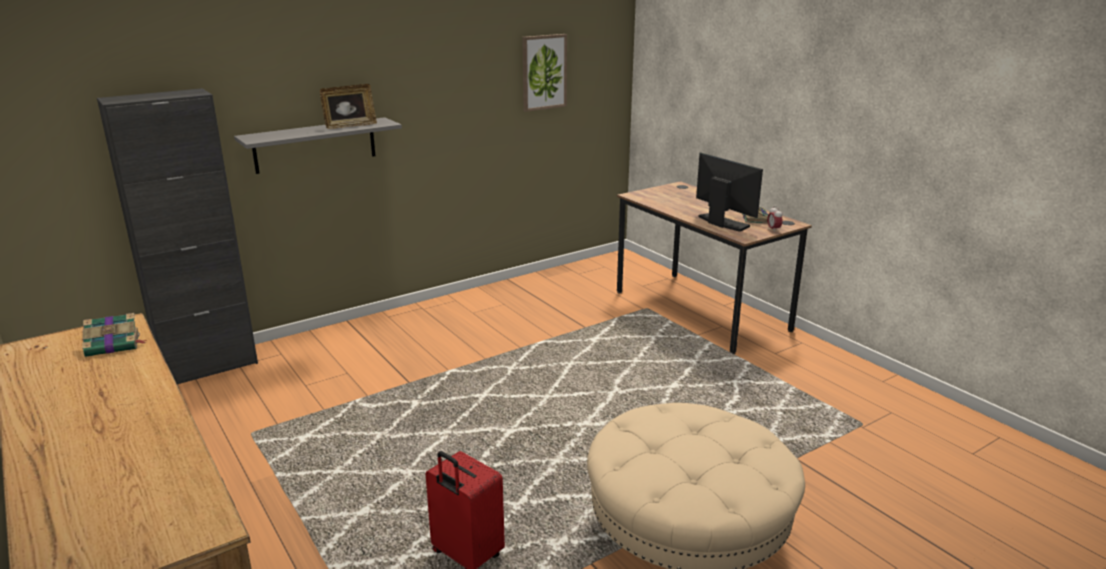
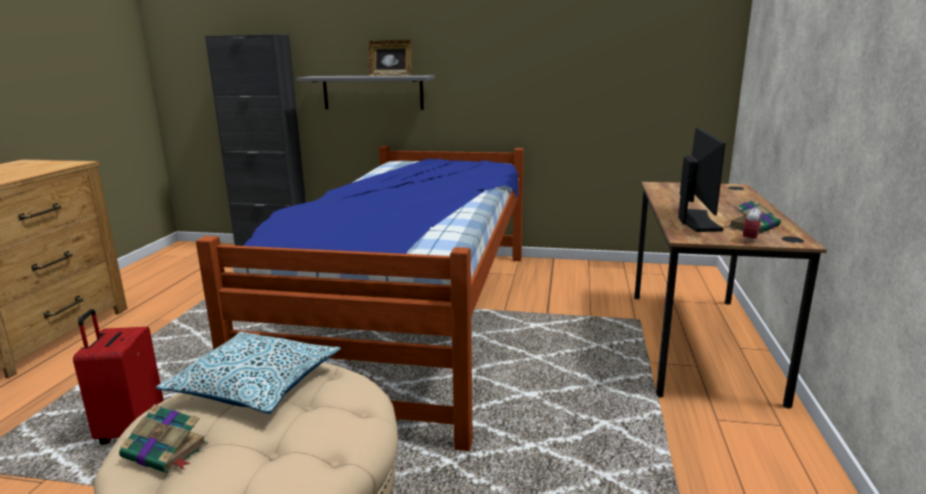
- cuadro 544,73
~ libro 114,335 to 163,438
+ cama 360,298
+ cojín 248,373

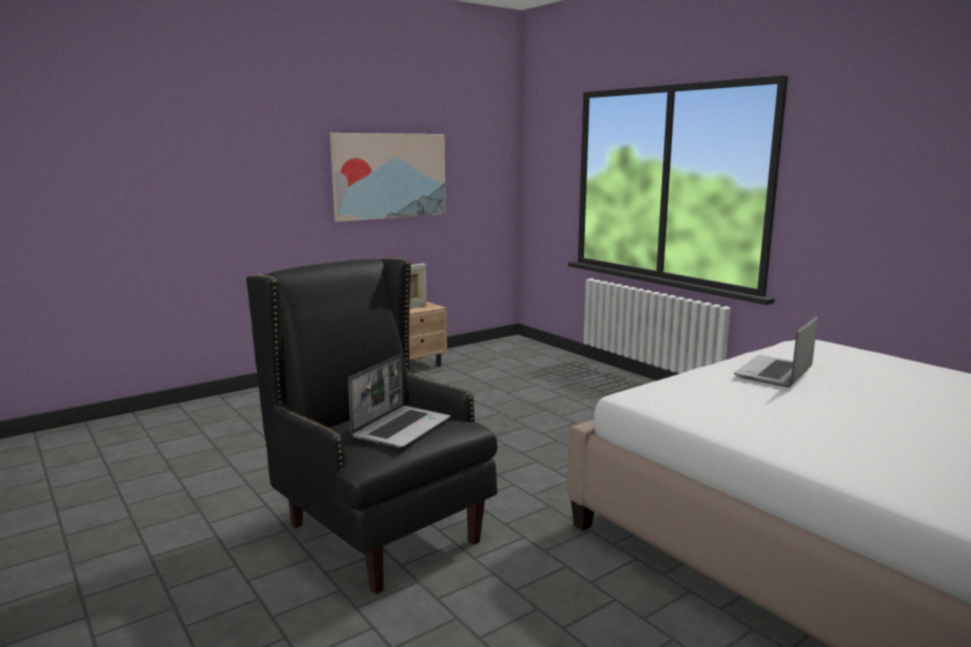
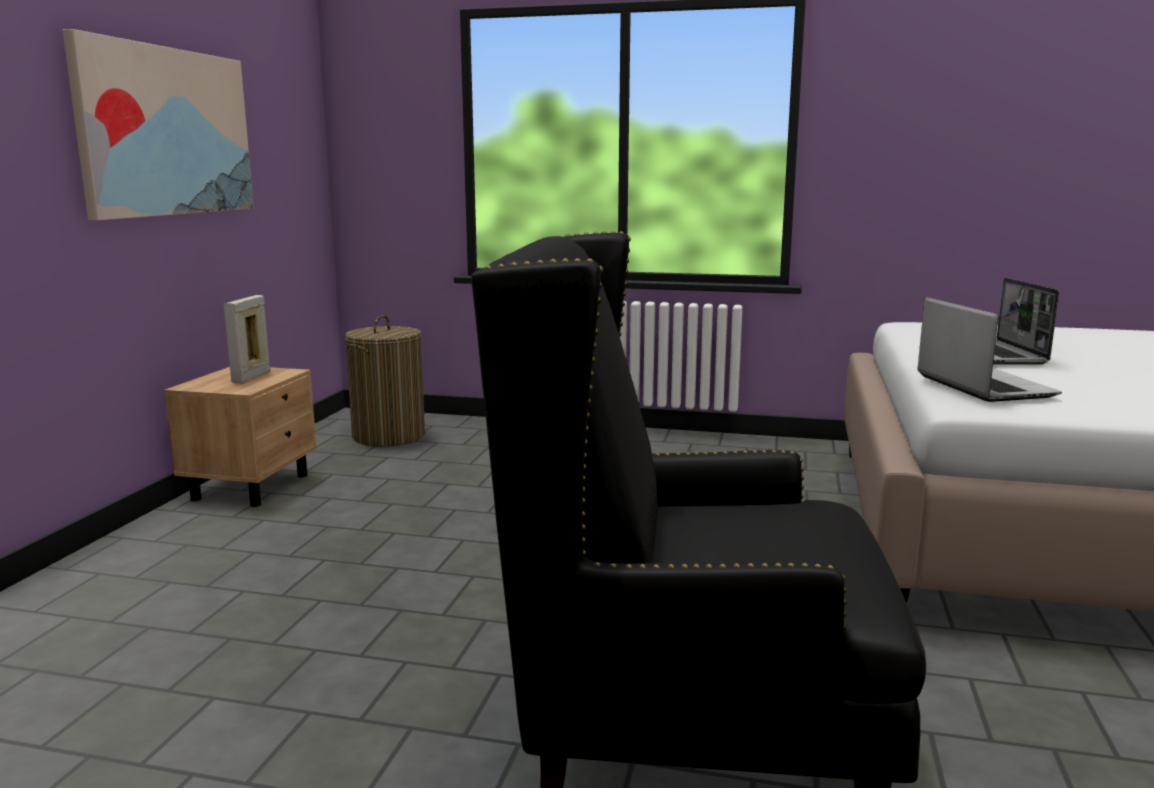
~ portátil 399,401 to 990,349
+ cesto de la ropa 385,381

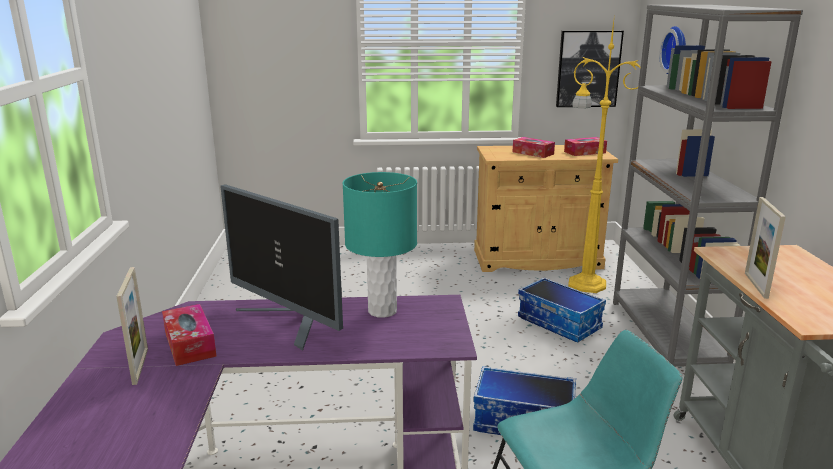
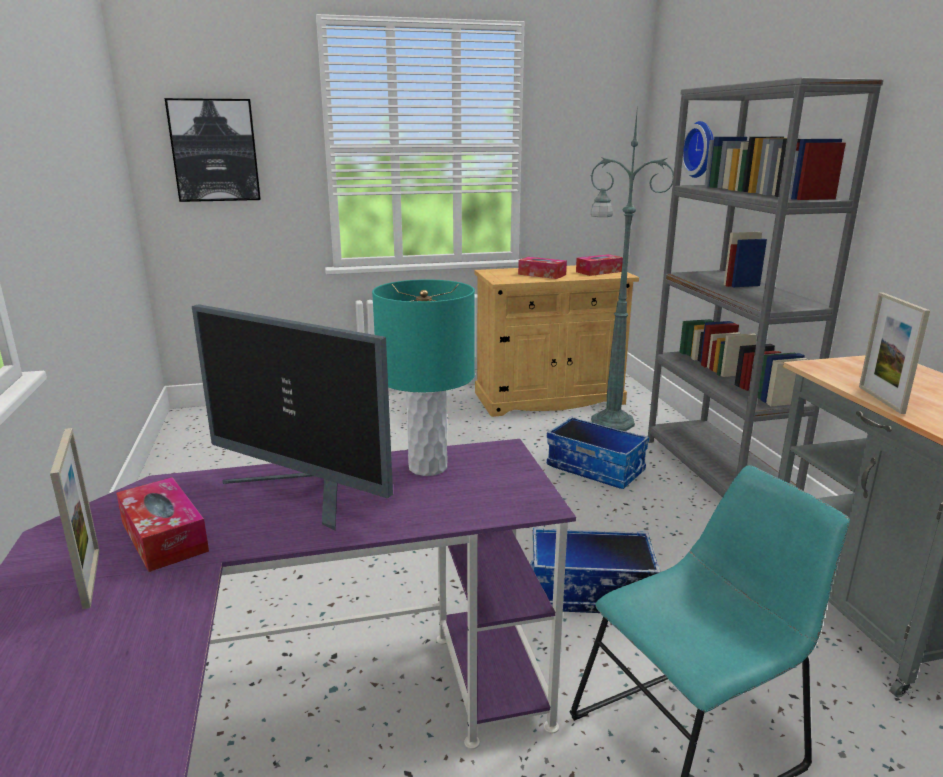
~ lámpara de pie/amarillo 604,157 to lámpara de pie/verde 632,272
~ cuadro 590,69 to 213,150

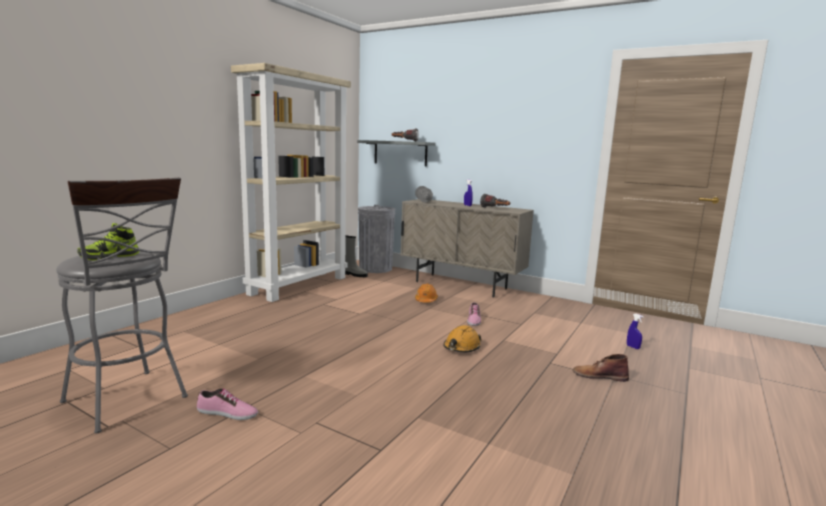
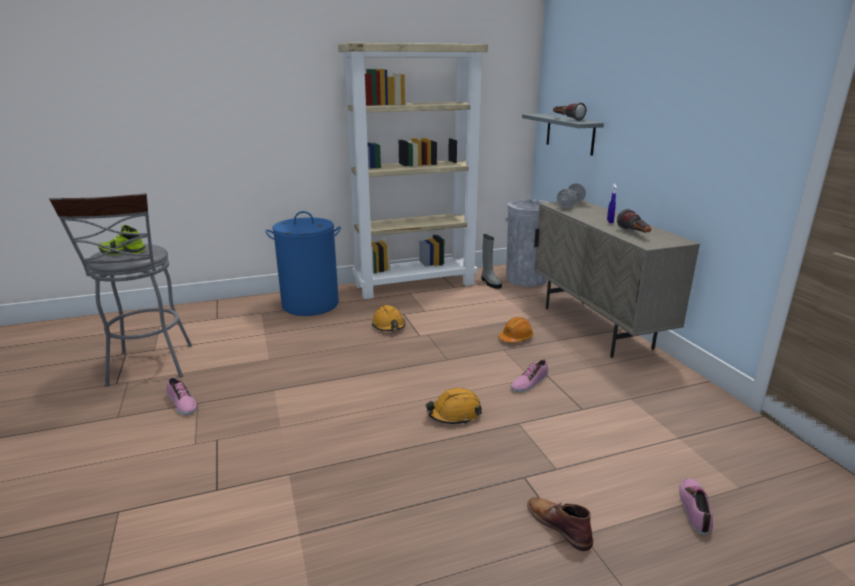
~ pulverizador/azul 635,331 to zapato 696,506
+ cesto de la ropa/azul 303,263
+ casco/naranja 388,318

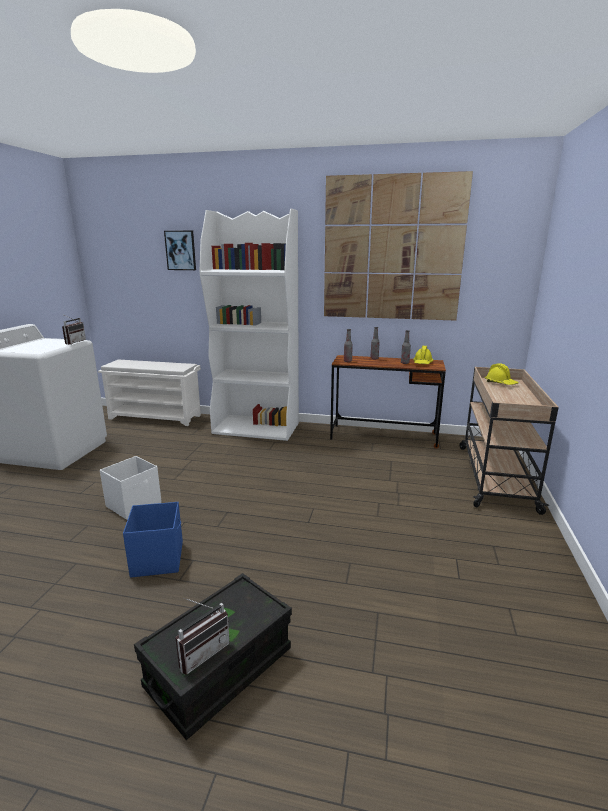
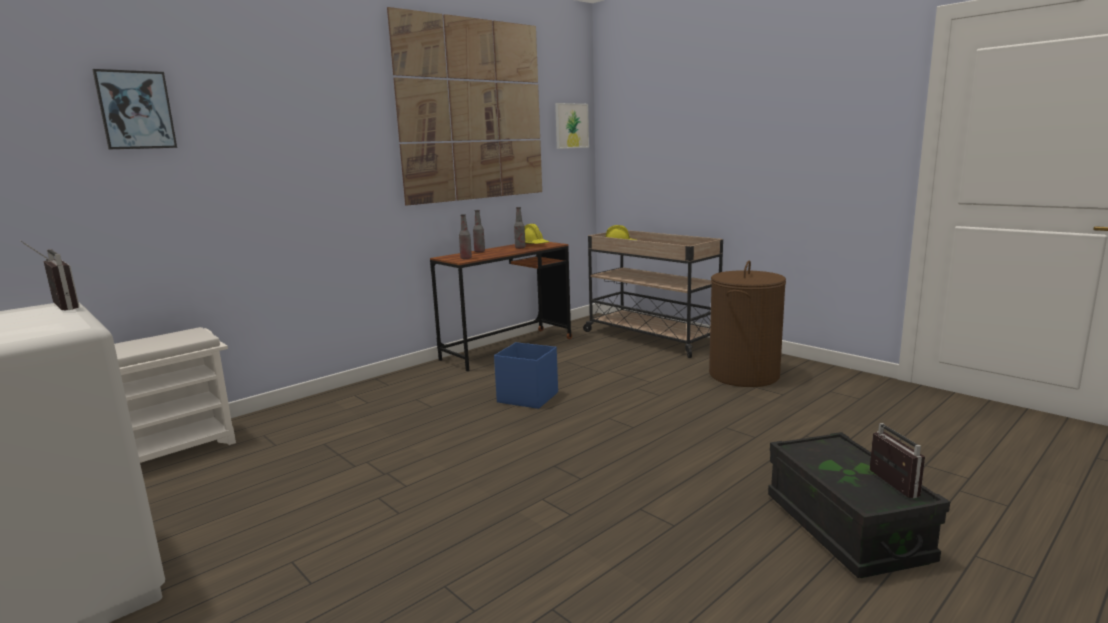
- estantería/blanco 249,324
- caja de almacenaje/blanco 131,488
~ caja de almacenaje/azul 153,539 to 526,375
+ cuadro 572,126
+ cesto de la ropa/marrón 747,324

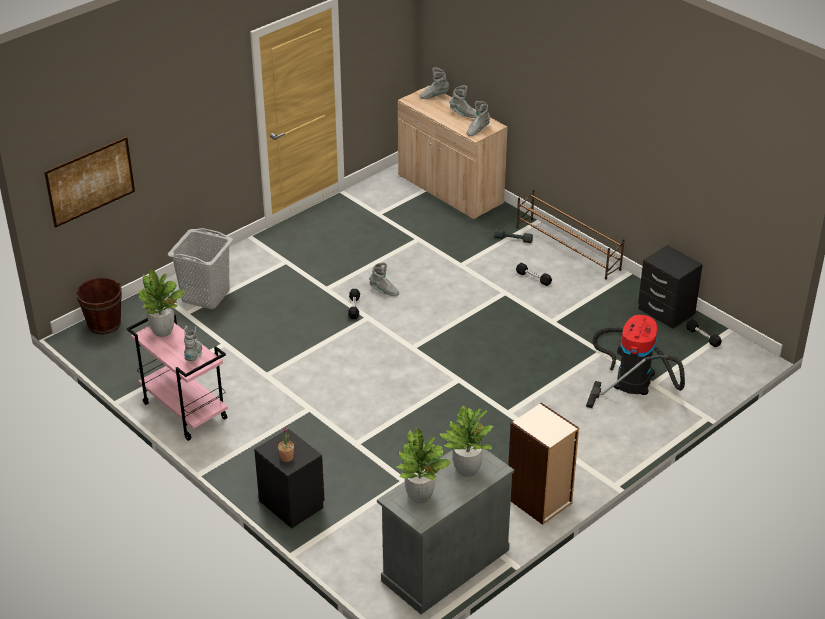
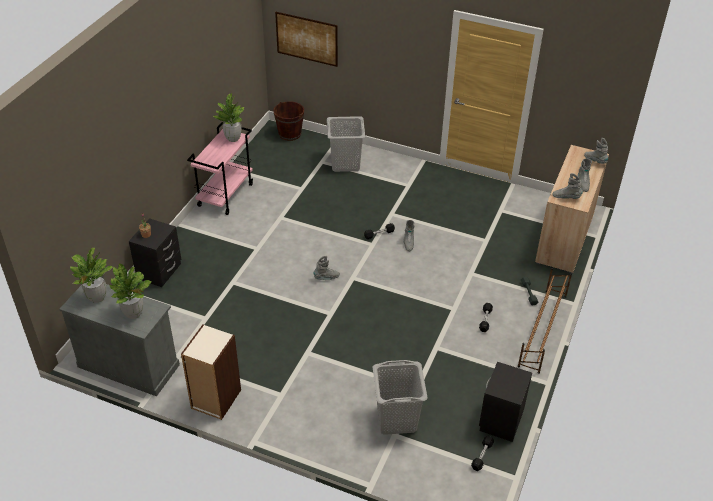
~ aspiradora 635,361 to cesto de la ropa/gris 400,397
~ bota/gris 193,343 to 326,268

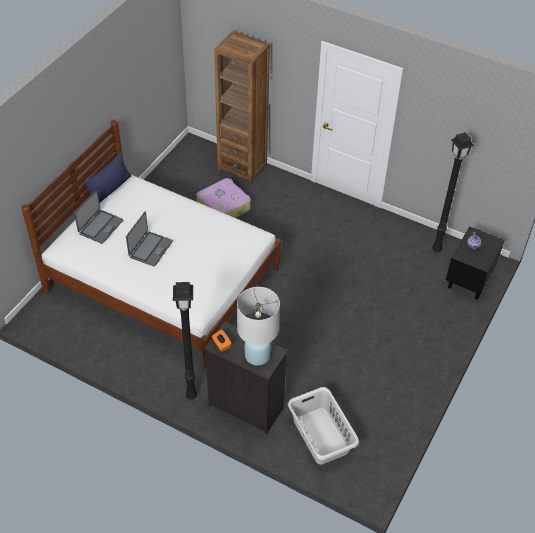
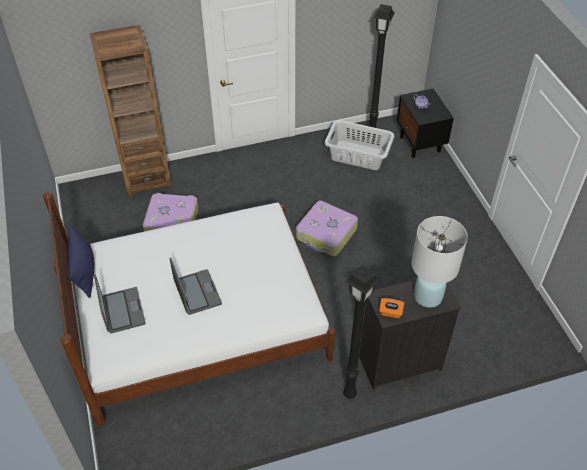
~ cesto de la ropa/gris 323,426 to 359,145
+ maleta 327,228

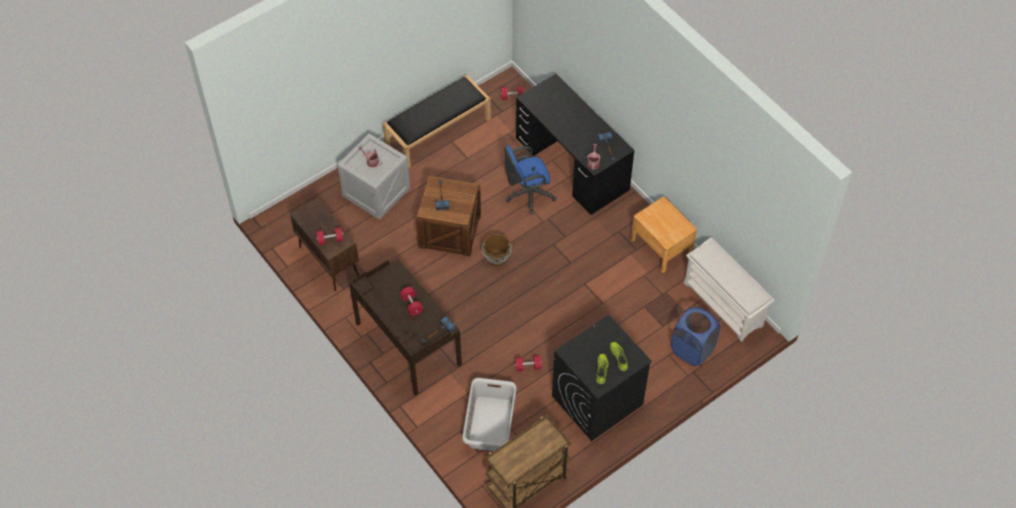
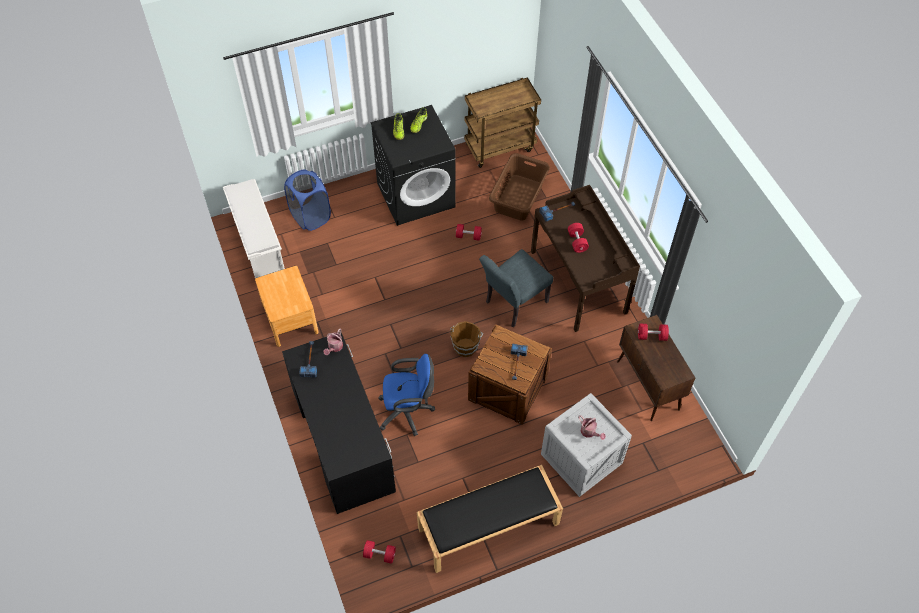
~ cesto de la ropa/gris 489,414 to cesto de la ropa/marrón 519,187
+ silla/gris 516,288

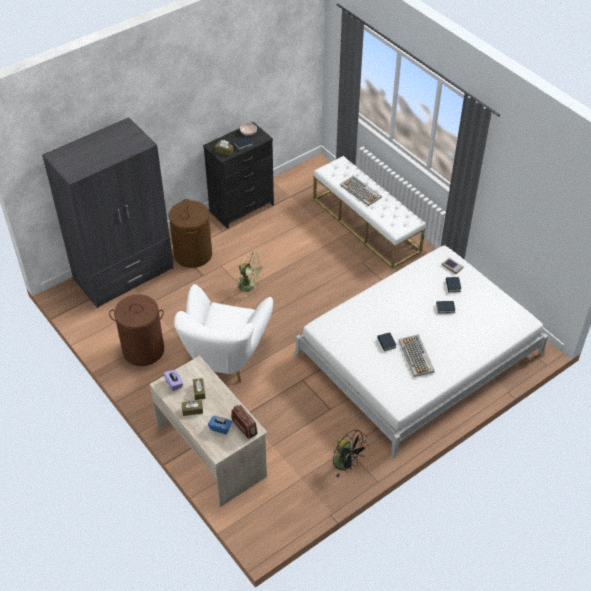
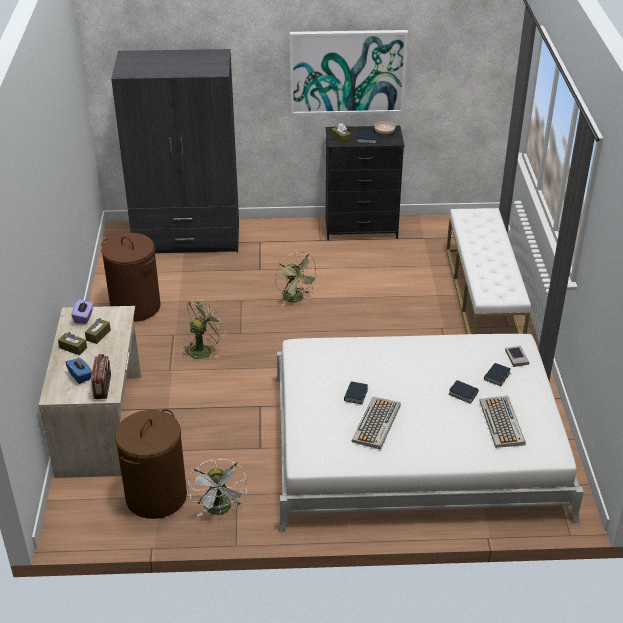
~ teclado 361,191 to 503,422
~ cesto de la ropa/marrón 190,233 to 151,464
~ sillón/blanco 223,333 to ventilador/verde 204,328
~ ventilador/negro 350,453 to ventilador/blanco 217,488
+ cuadro 349,72

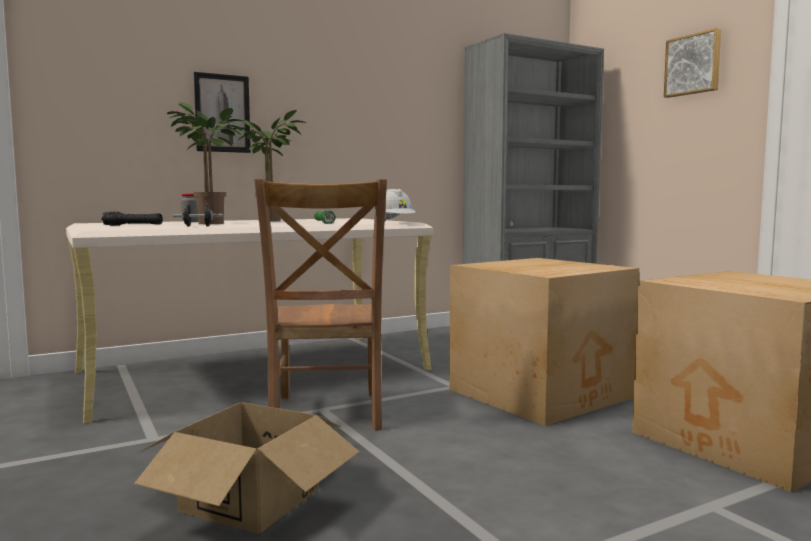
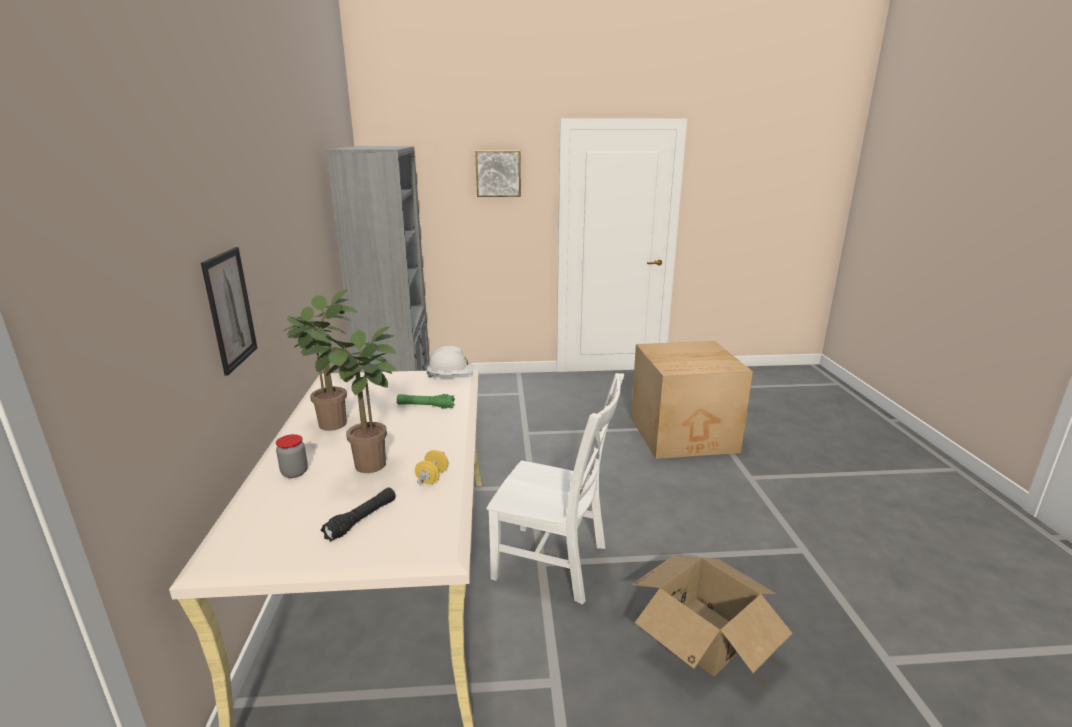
~ silla/marrón 320,305 to silla/blanco 555,489
~ mancuerna/negro 198,215 to mancuerna/amarillo 431,467
- caja de cartón 544,342

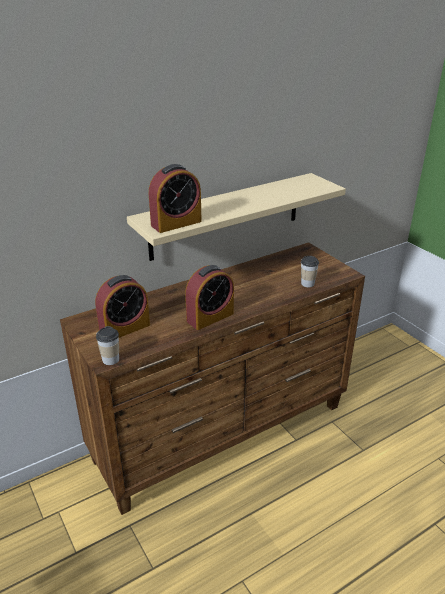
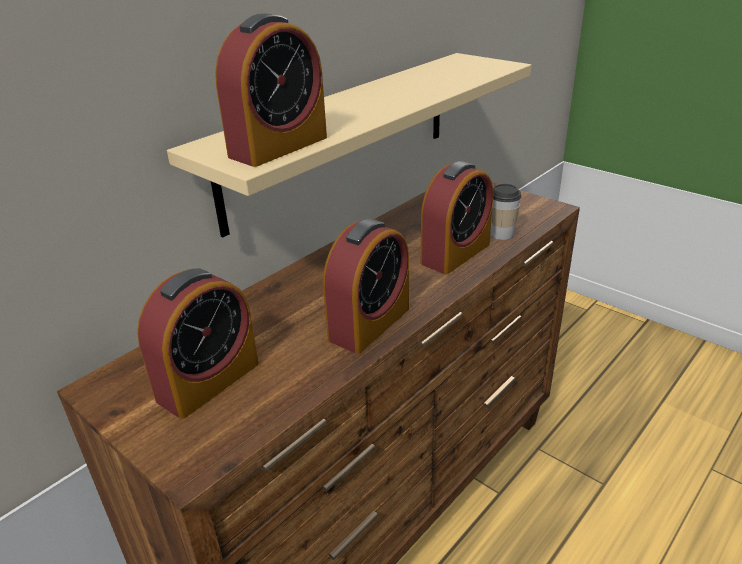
- taza 107,345
+ despertador 457,217

